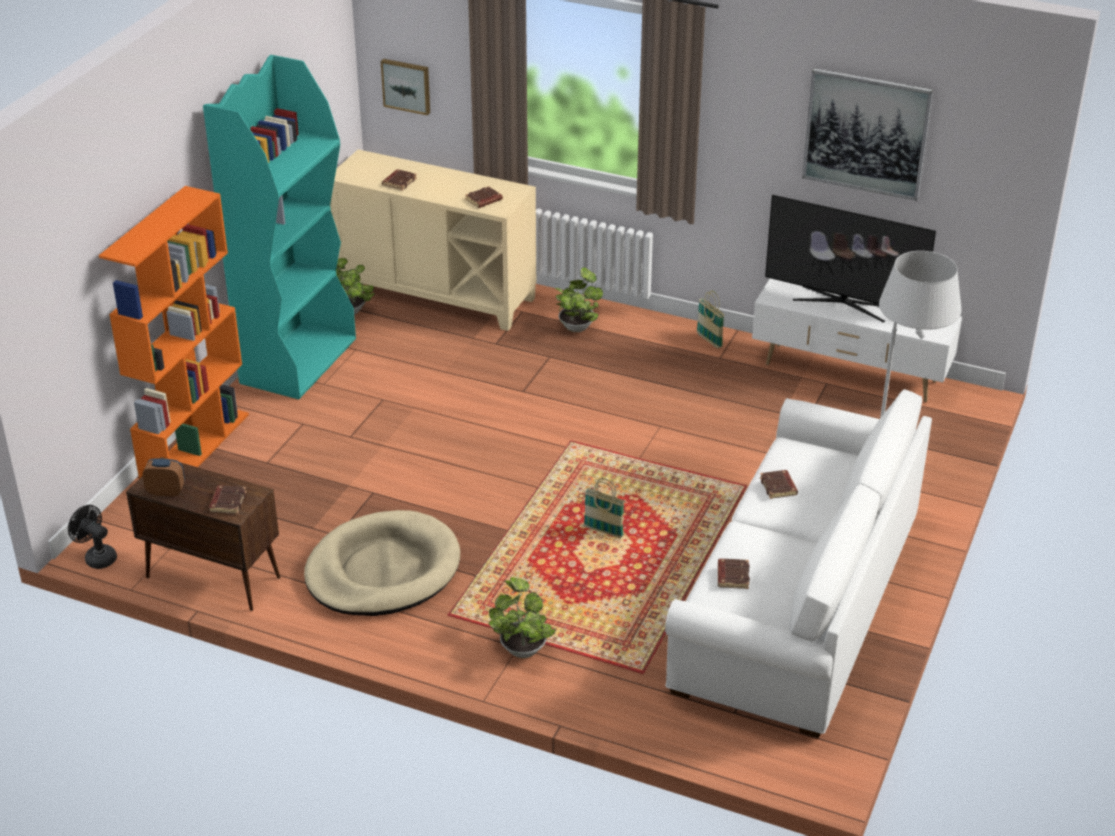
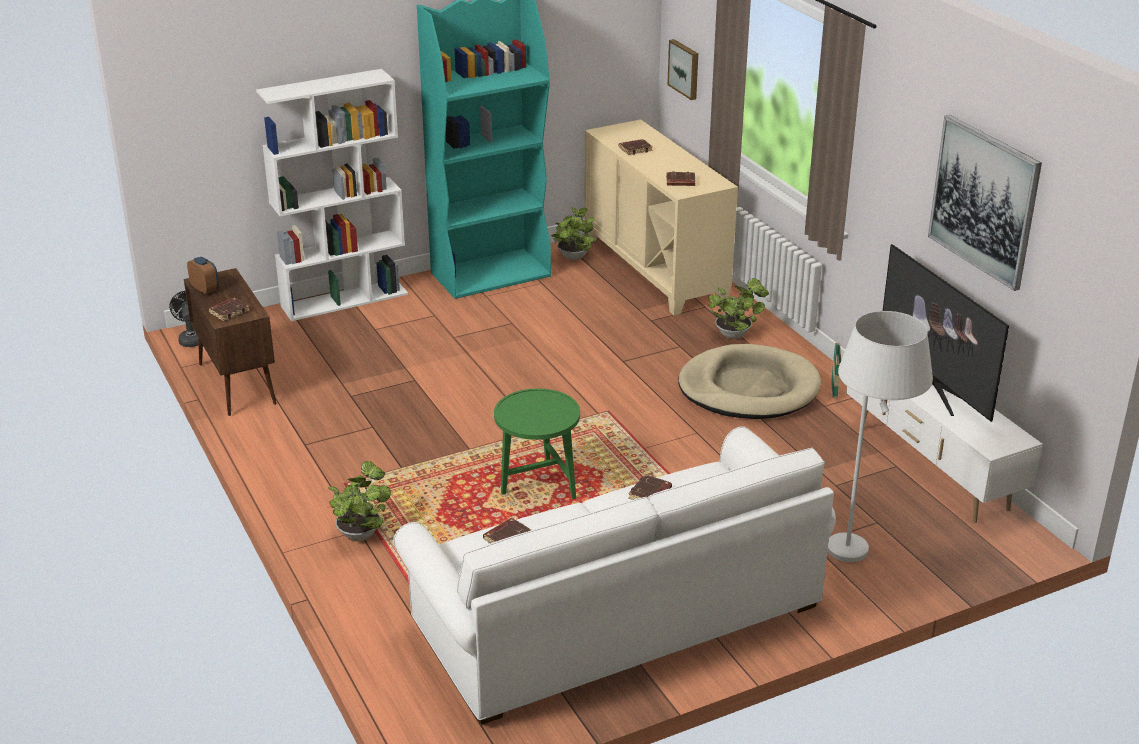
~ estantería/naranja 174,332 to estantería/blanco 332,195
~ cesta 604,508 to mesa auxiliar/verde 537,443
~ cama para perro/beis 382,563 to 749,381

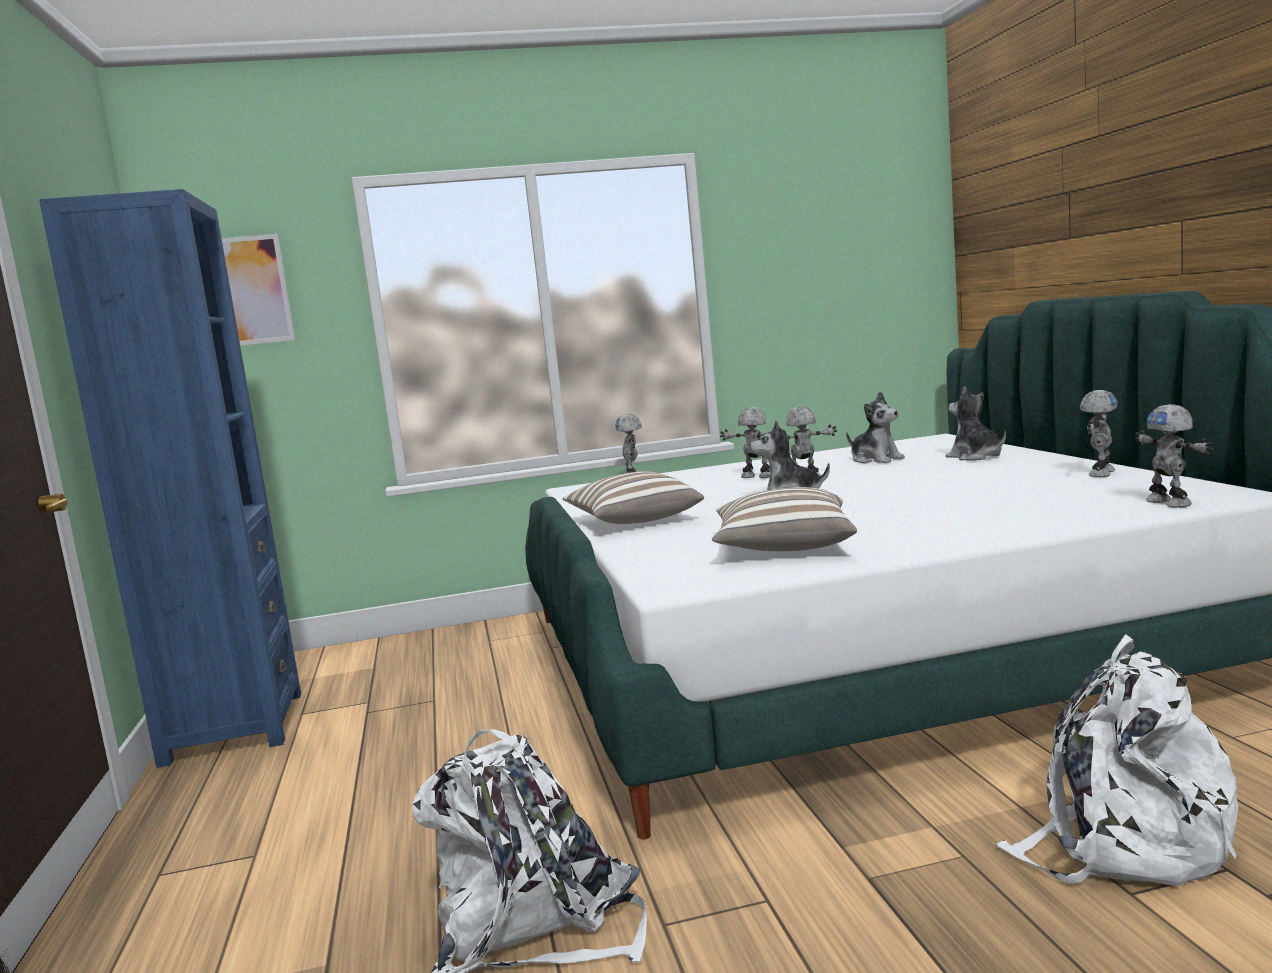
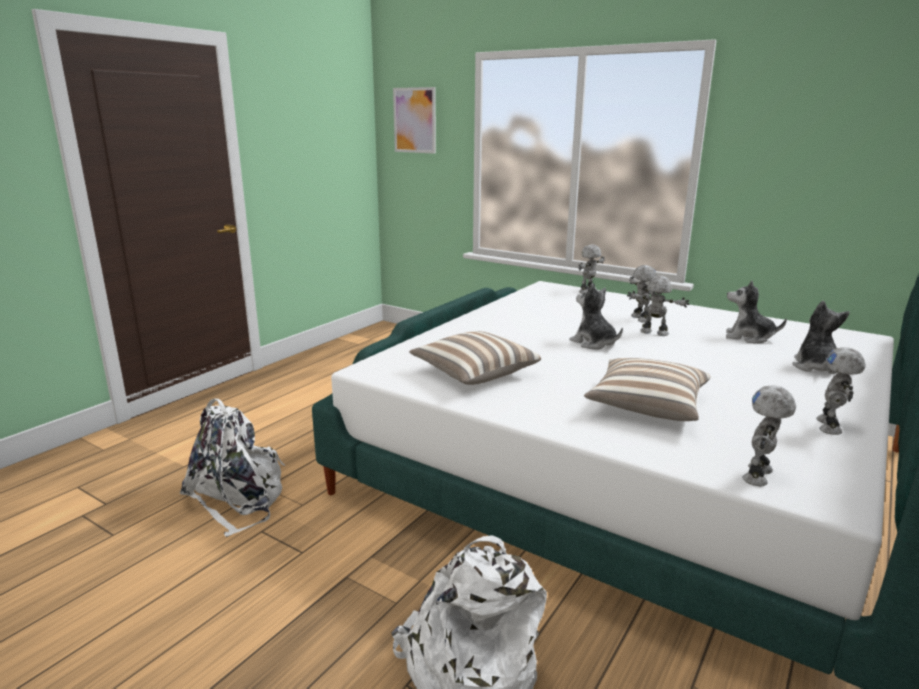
- estantería/azul 170,478
~ robot de juguete 1099,433 = 841,391 120 degrees clockwise
~ peluche 875,427 = 756,311 105 degrees clockwise
~ cojín 633,497 to 647,389

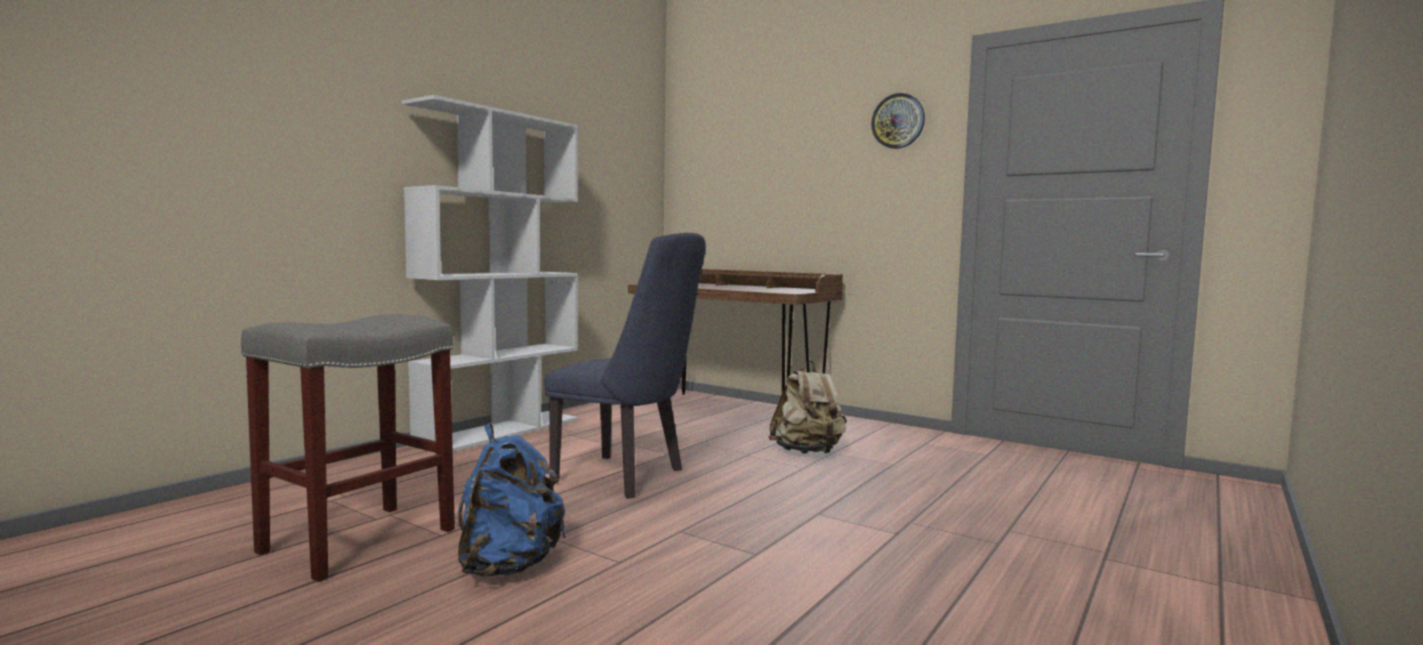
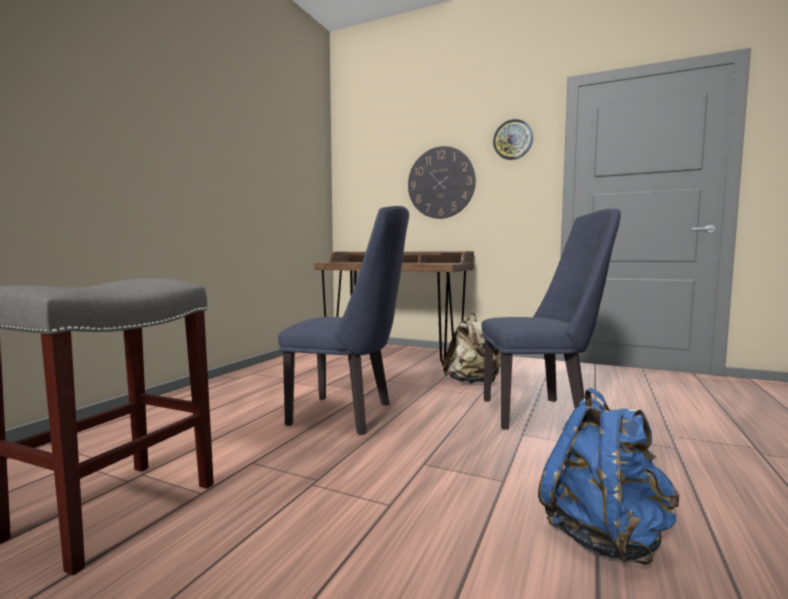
- estantería/blanco 490,274
~ mochila/azul 512,500 to 608,476
+ reloj de pared 442,182
+ silla/azul 551,318

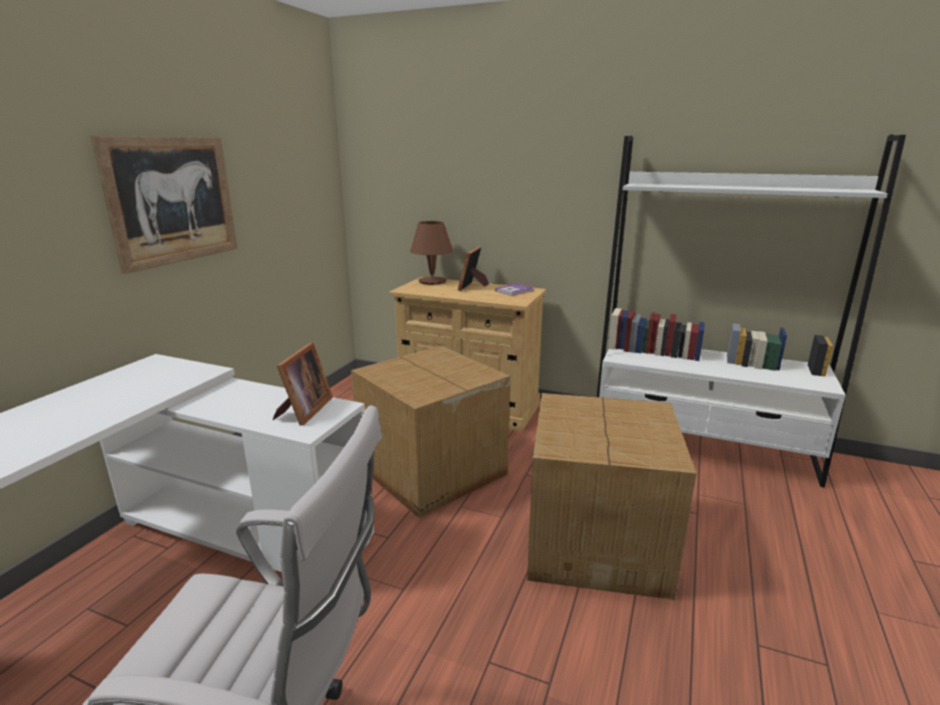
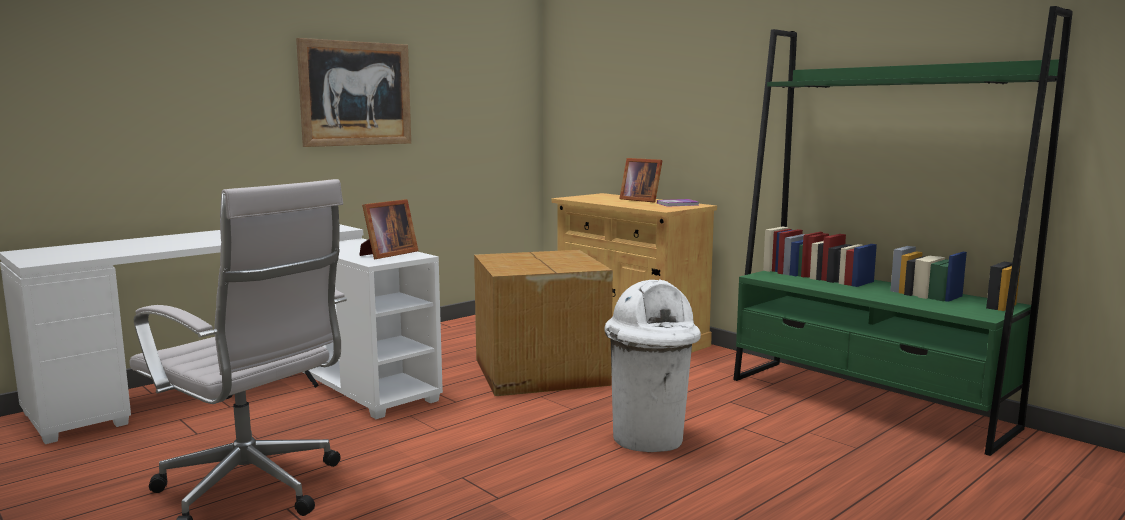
~ estantería/blanco 751,311 to estantería/verde 903,231
- lámpara de mesa/marrón 431,253
~ portarretratos 473,268 = 641,180 90 degrees counterclockwise
~ caja de cartón 611,496 to papelera/blanco 652,365

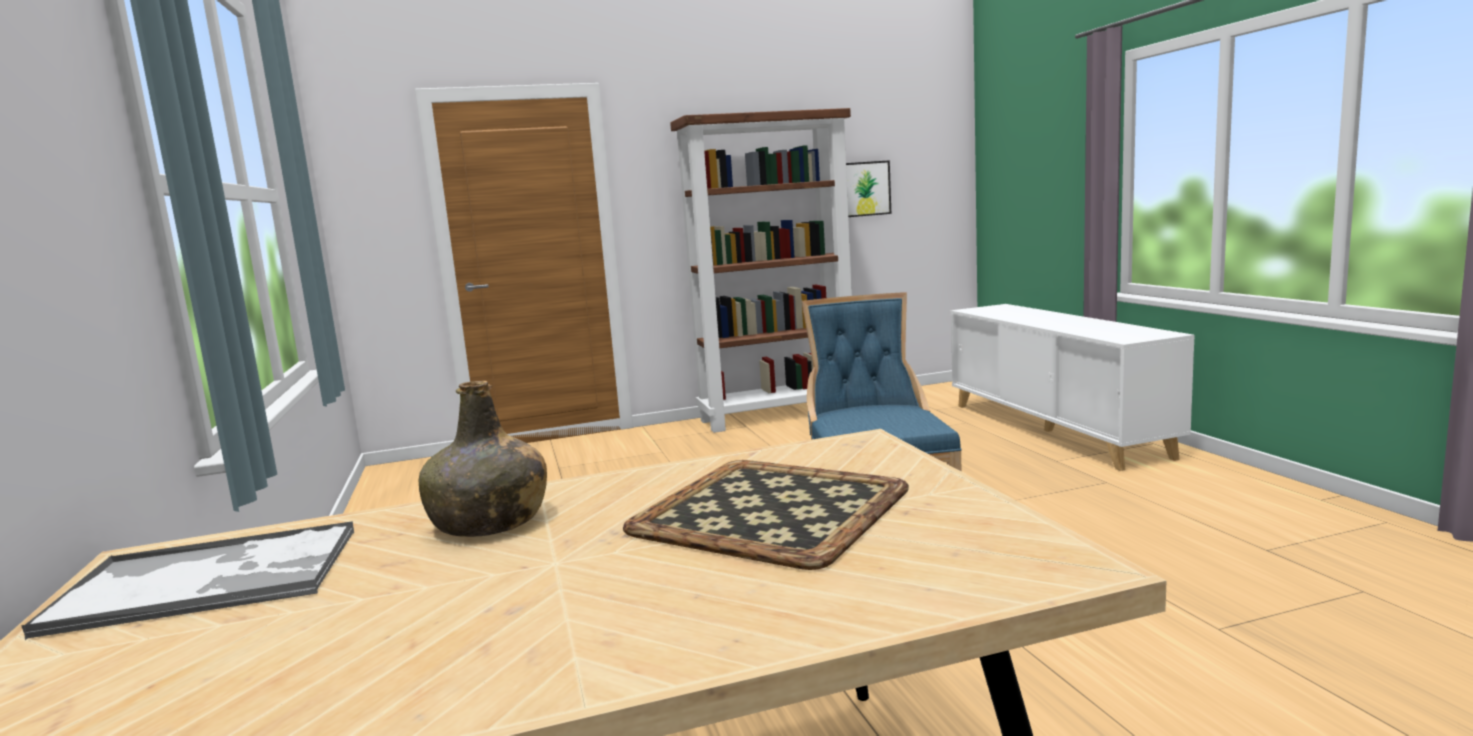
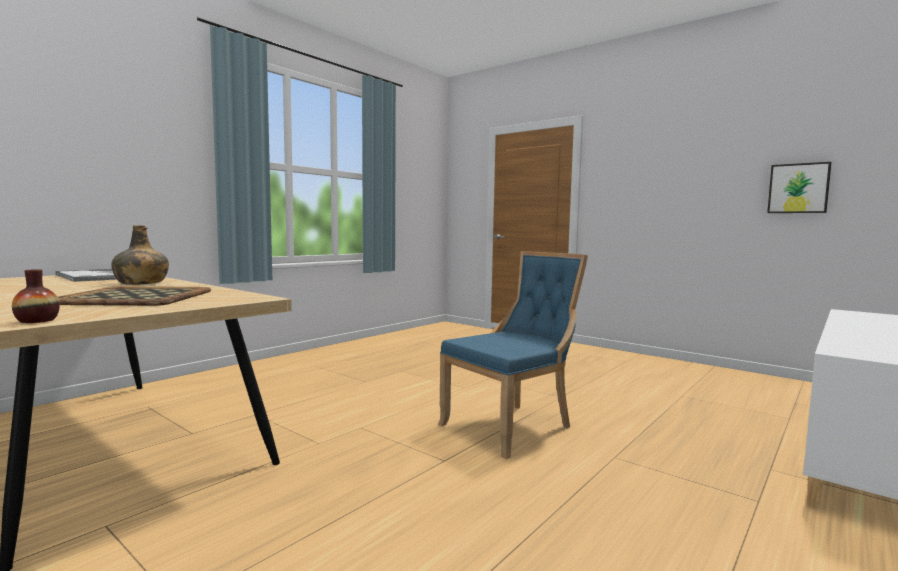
- estantería/marrón 761,270
+ florero 36,296

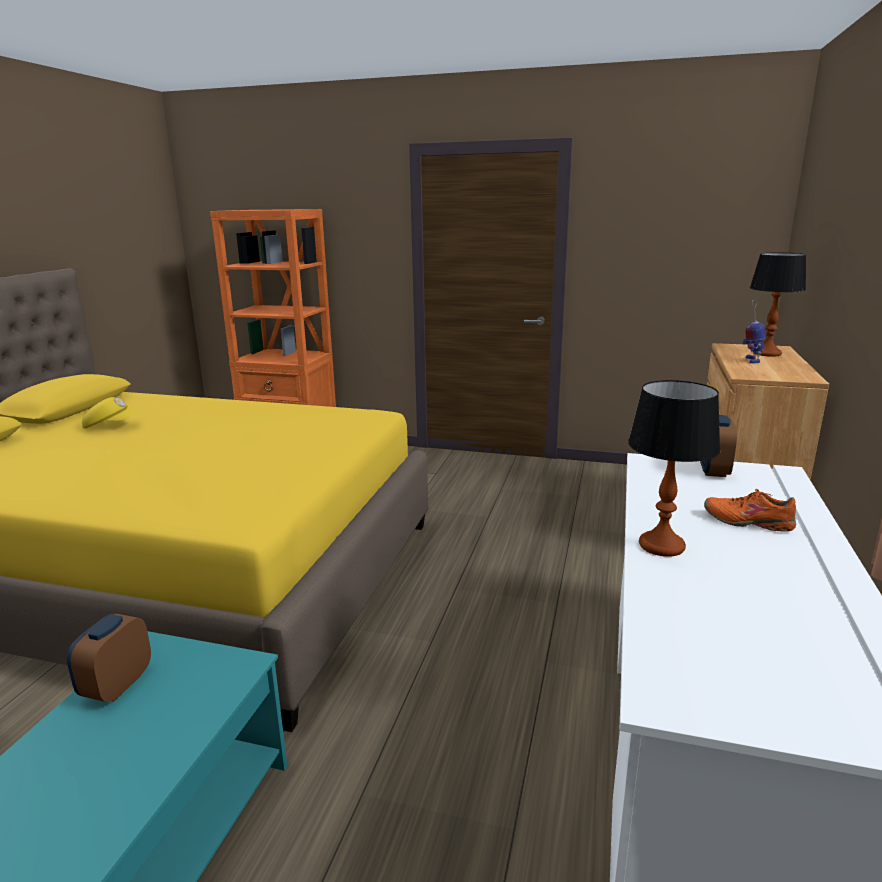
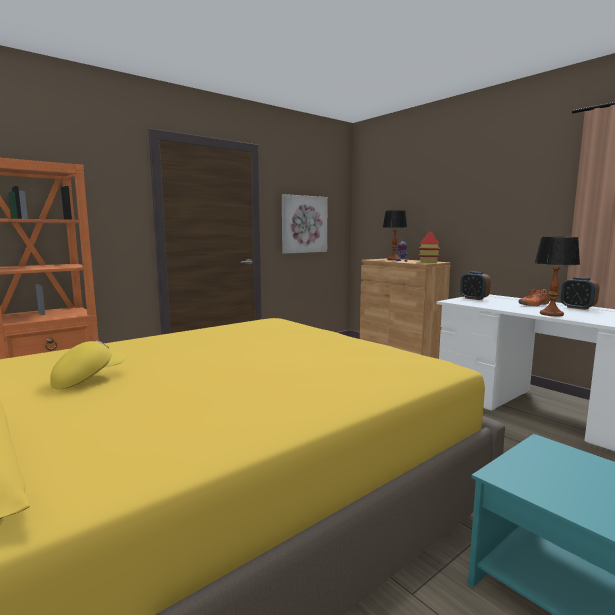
~ despertador 109,657 to 580,293
+ cuadro 305,224
+ casita 429,247

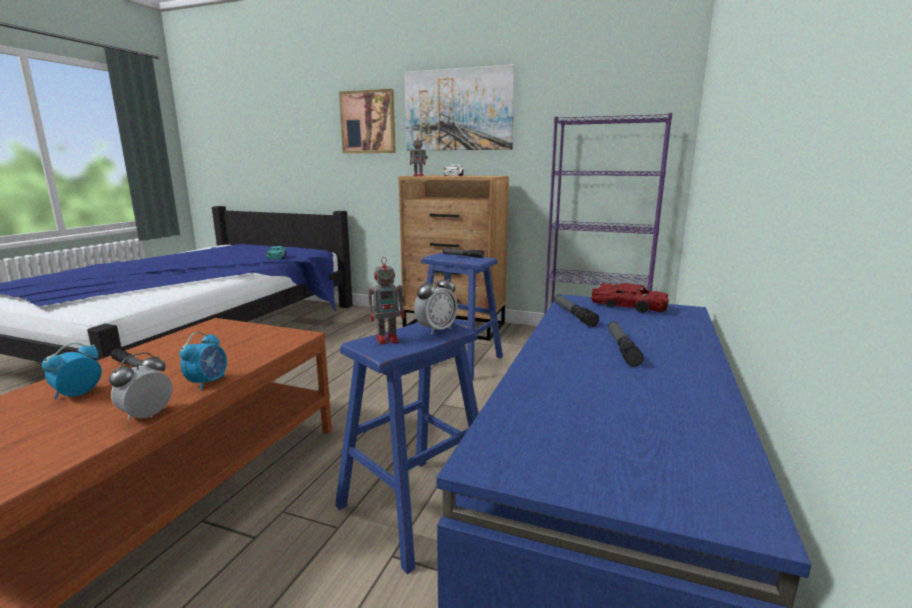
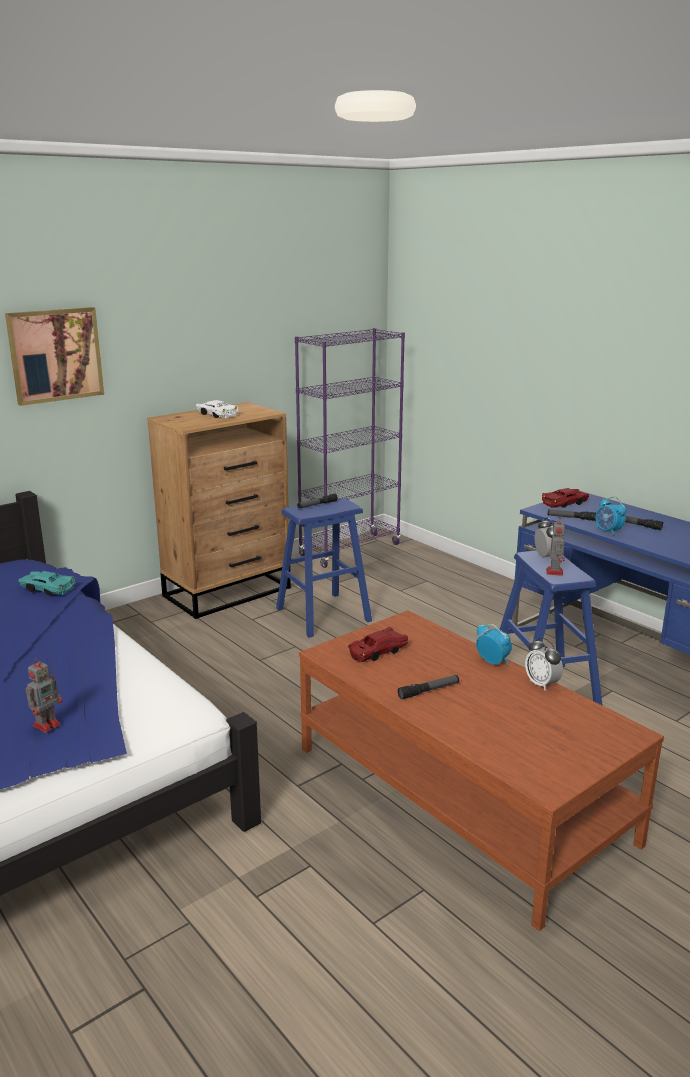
- cuadro 459,107
~ robot de juguete 419,157 to 44,695
~ despertador 72,371 to 611,516
+ coche de juguete/rojo 378,644

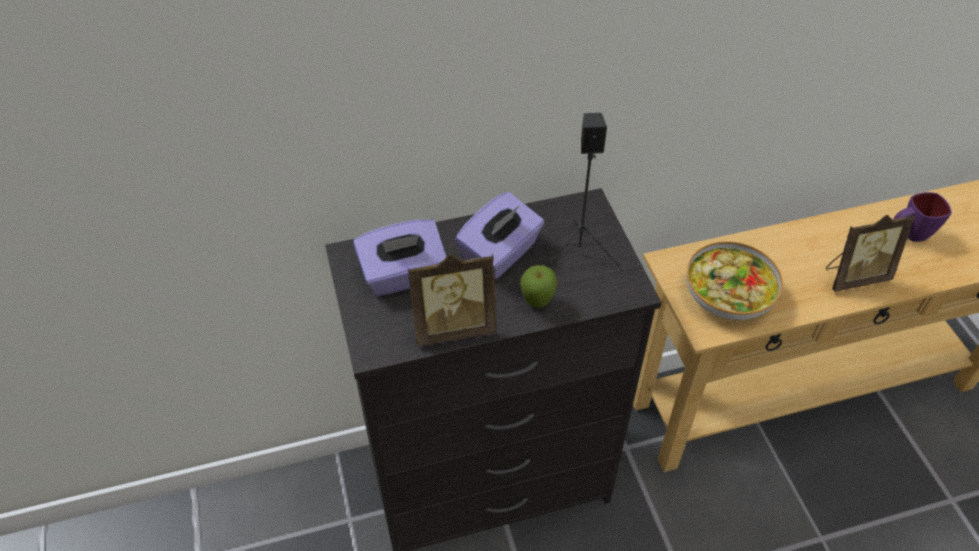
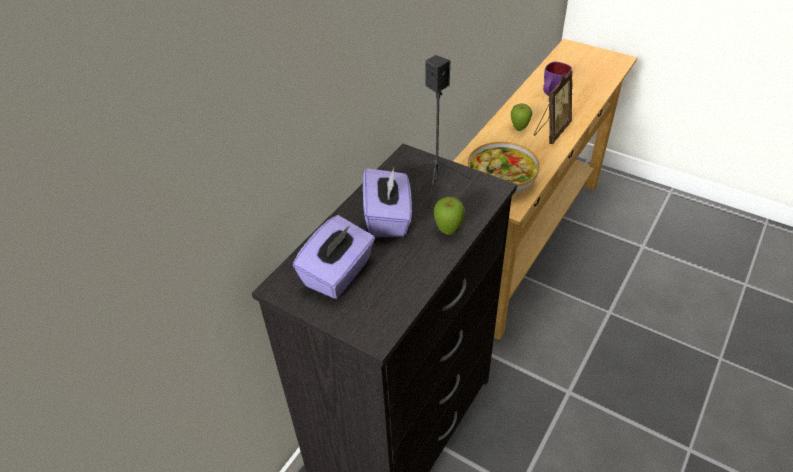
- portarretratos 452,300
+ manzana 521,117

